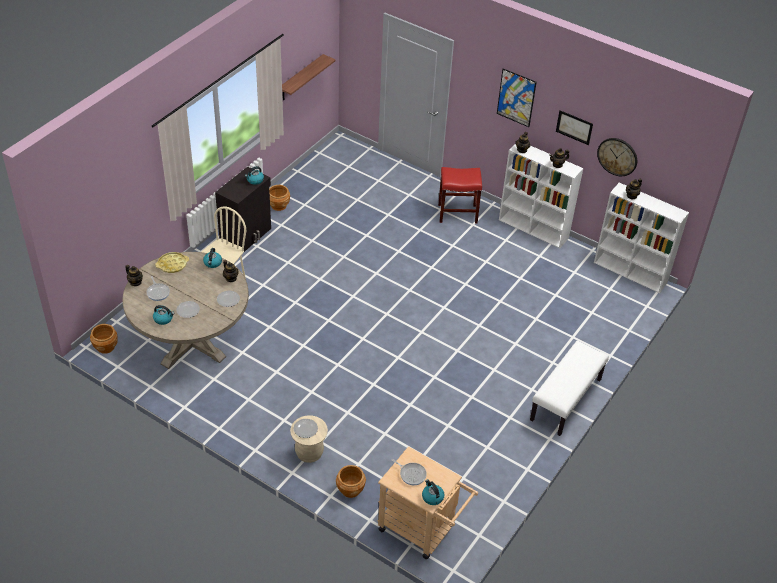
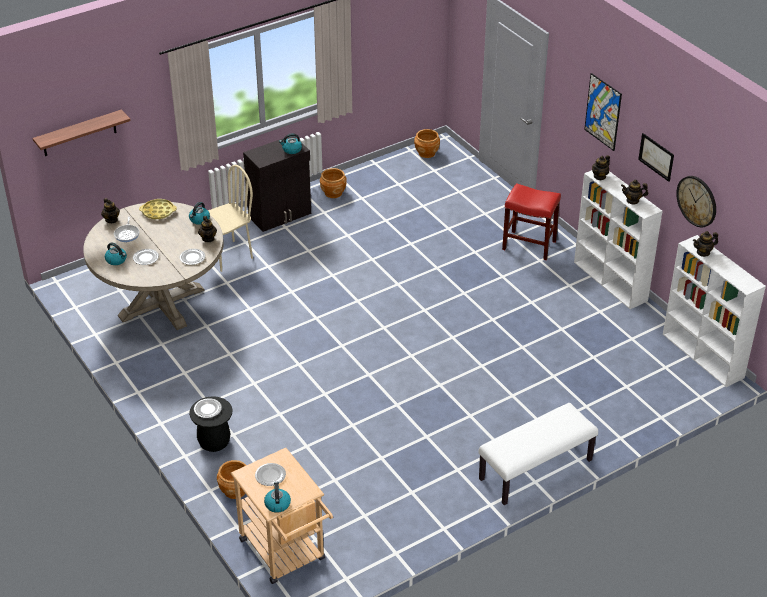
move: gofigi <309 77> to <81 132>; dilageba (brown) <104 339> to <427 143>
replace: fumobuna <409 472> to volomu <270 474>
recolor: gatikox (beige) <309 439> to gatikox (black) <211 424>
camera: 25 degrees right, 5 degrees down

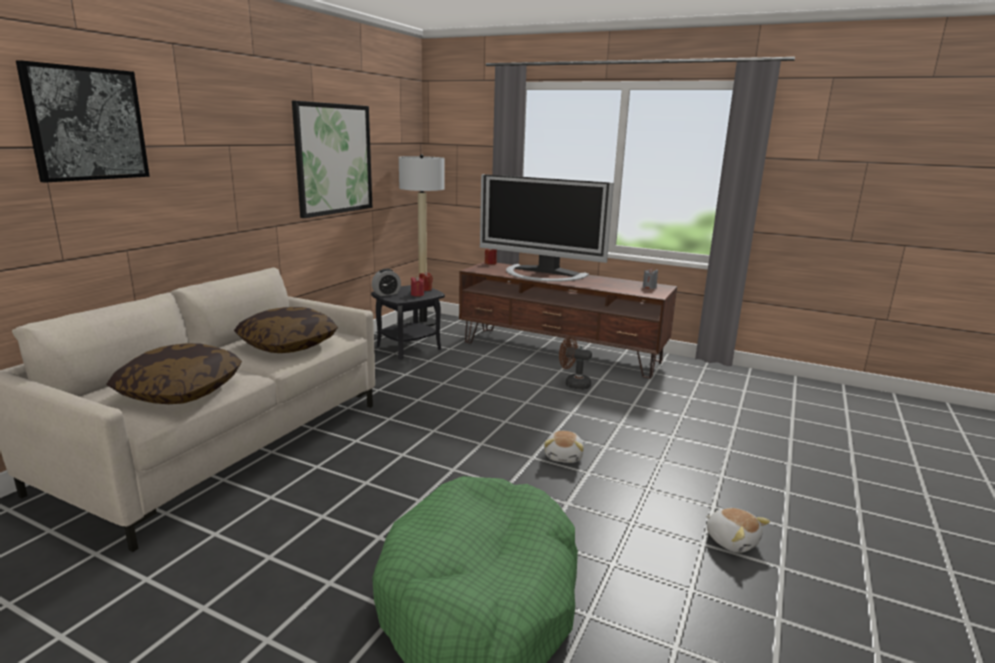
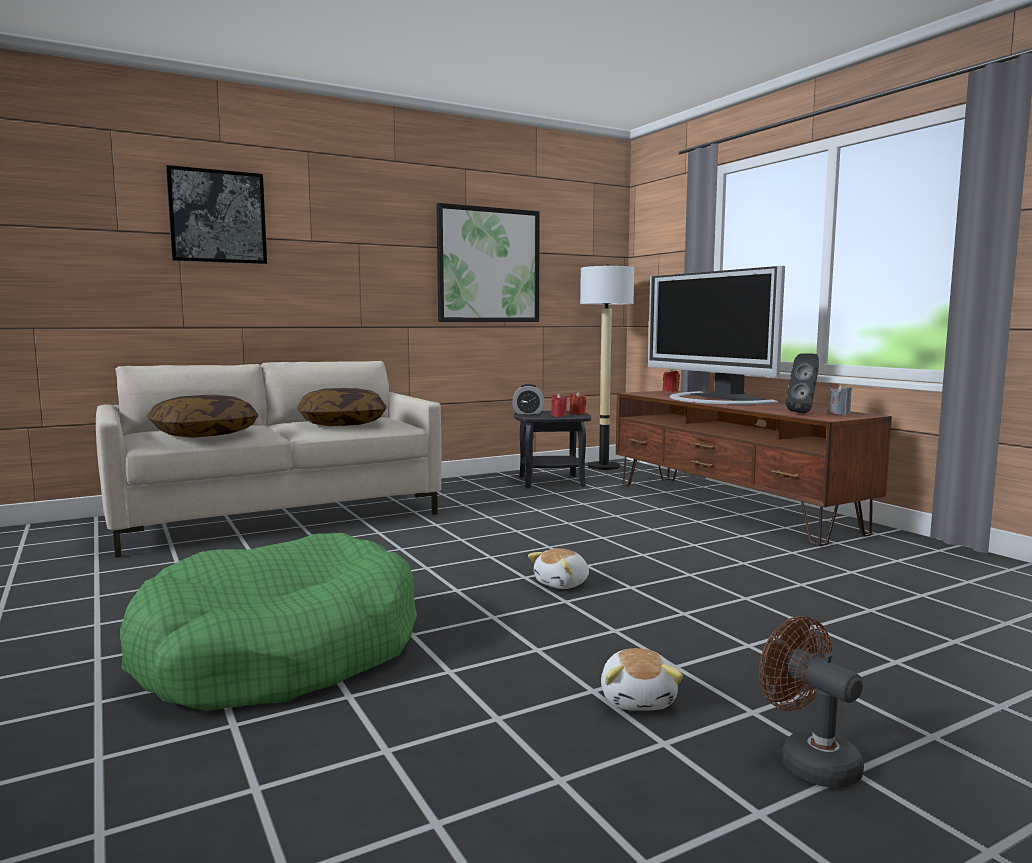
insert: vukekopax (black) <802 383>
move: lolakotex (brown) <575 363> to <811 702>
camera: 35 degrees right, 10 degrees down

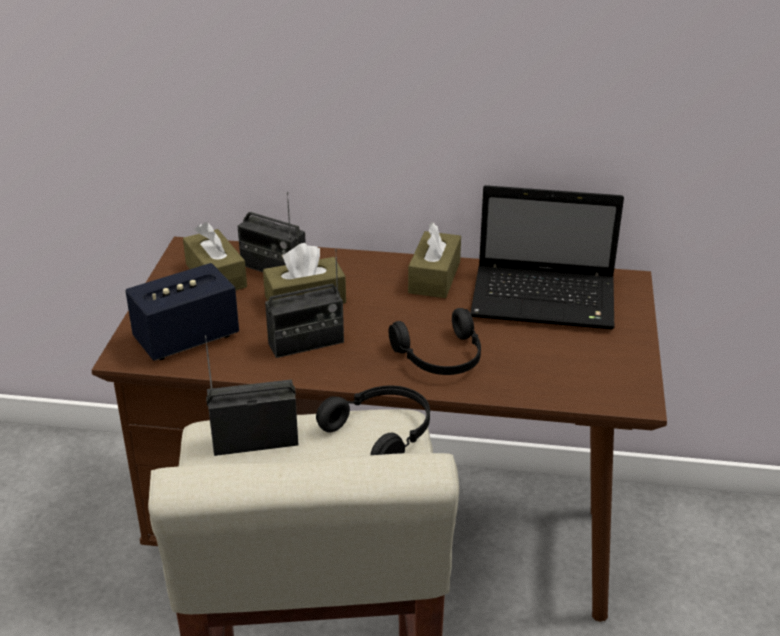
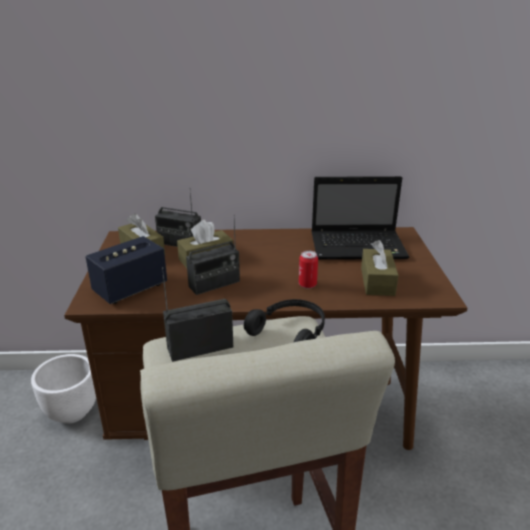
insert: dilageba (white) <63 389>
move: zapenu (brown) <434 260> to <380 268>
replace: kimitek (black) <435 341> to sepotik <308 269>
camera: 10 degrees left, 5 degrees down

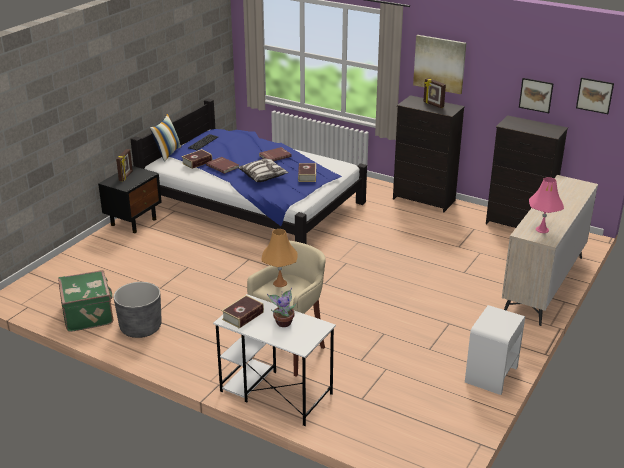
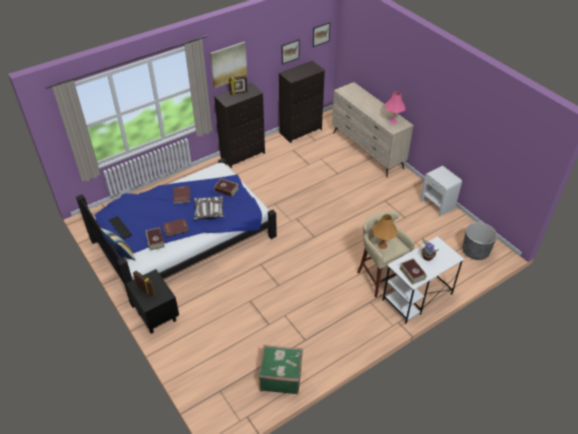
move: dilageba (grey) <138 310> to <479 241>
camera: 65 degrees left, 15 degrees up

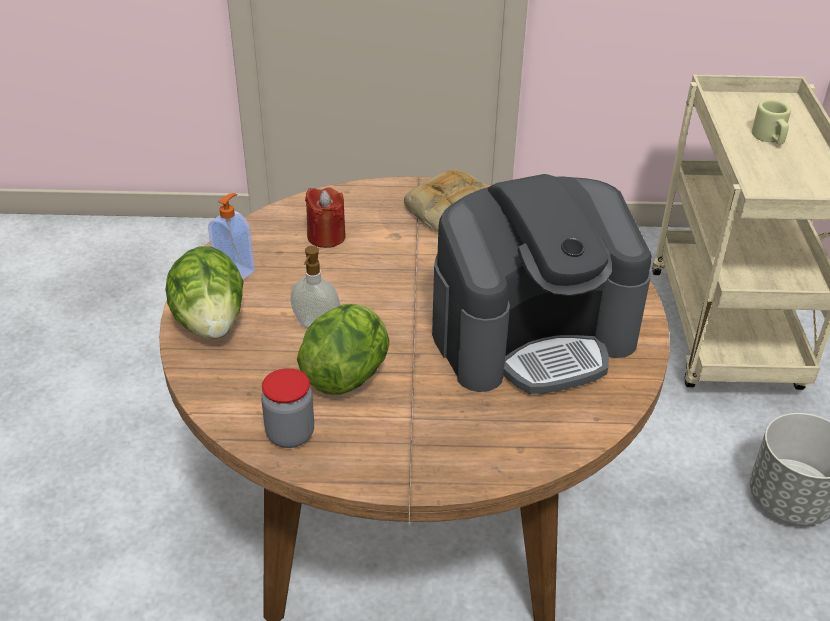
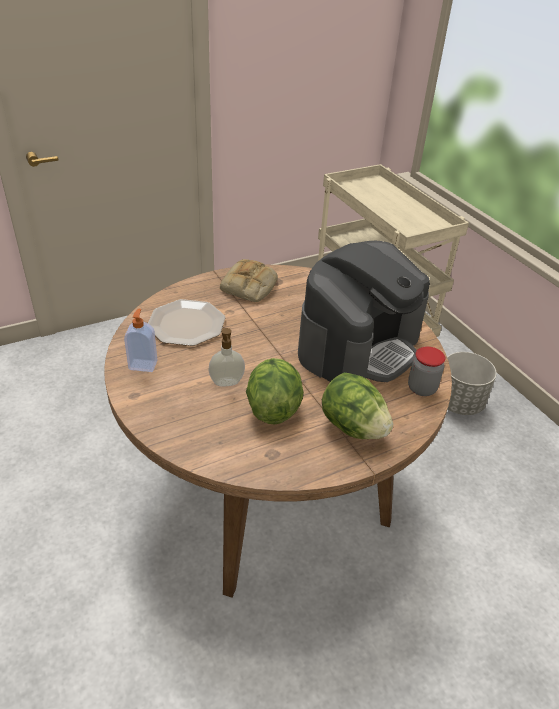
delete: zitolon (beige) <771 122>
move: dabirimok <204 292> to <357 405>; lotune <287 408> to <426 371>
replace: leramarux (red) <325 217> to volomu <187 322>
camera: 30 degrees left, 0 degrees up

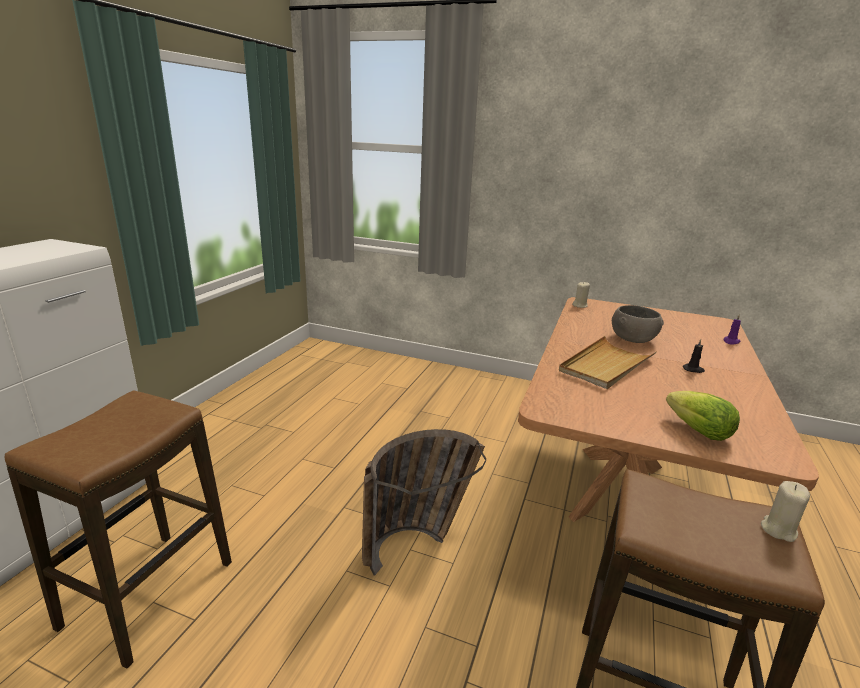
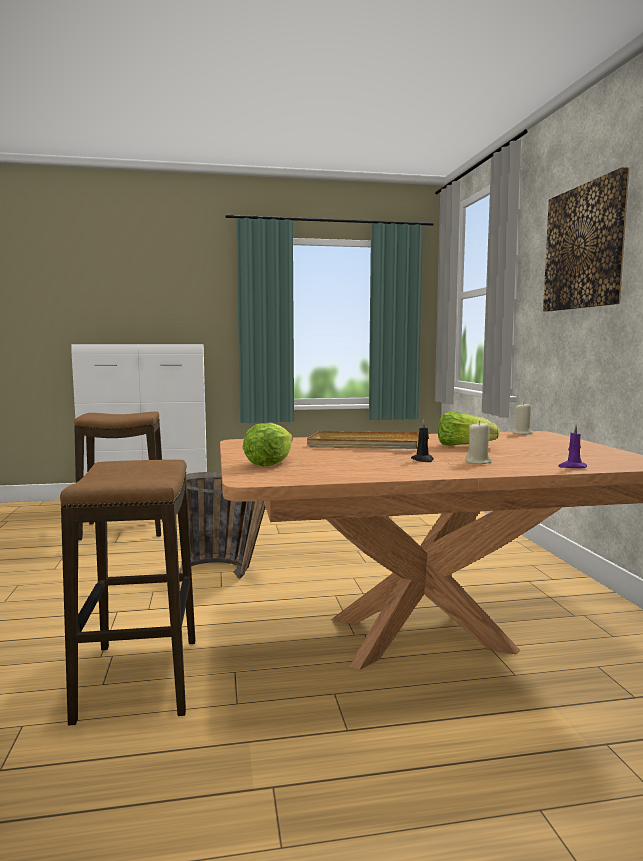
insert: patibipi <586 239>
move: leramarux (beige) <785 511> to <478 442>
replace: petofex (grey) <638 324> to dabirimok <468 428>
camera: 60 degrees right, 15 degrees down

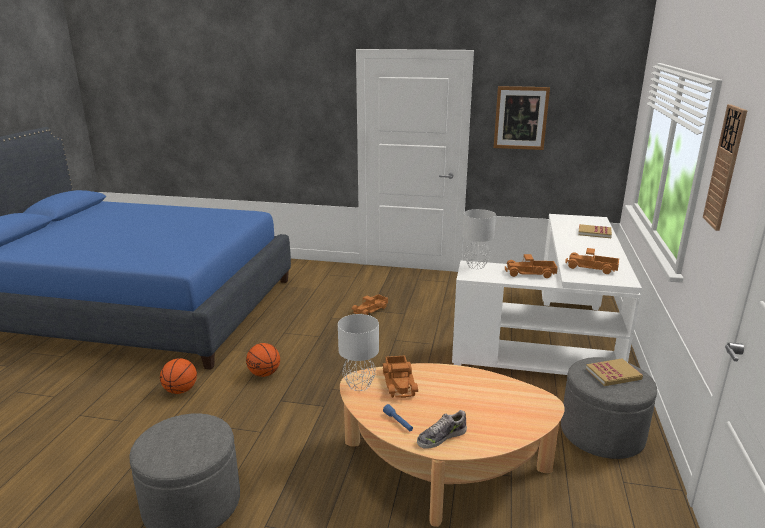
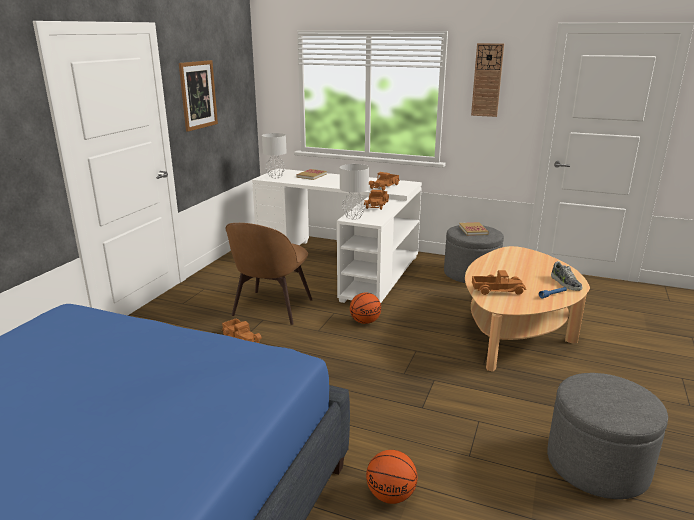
insert: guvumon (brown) <269 274>
move: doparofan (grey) <358 352> to <274 155>; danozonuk <263 360> to <365 308>
camera: 80 degrees left, 0 degrees up

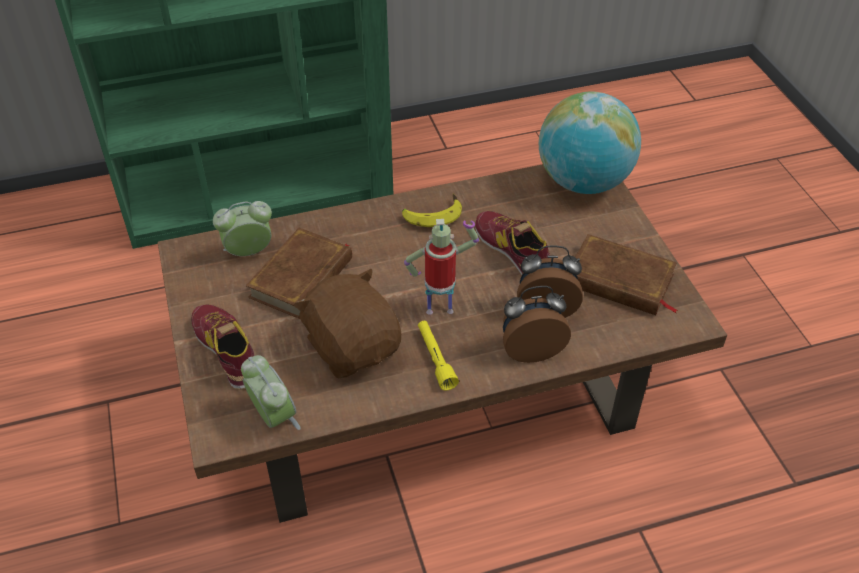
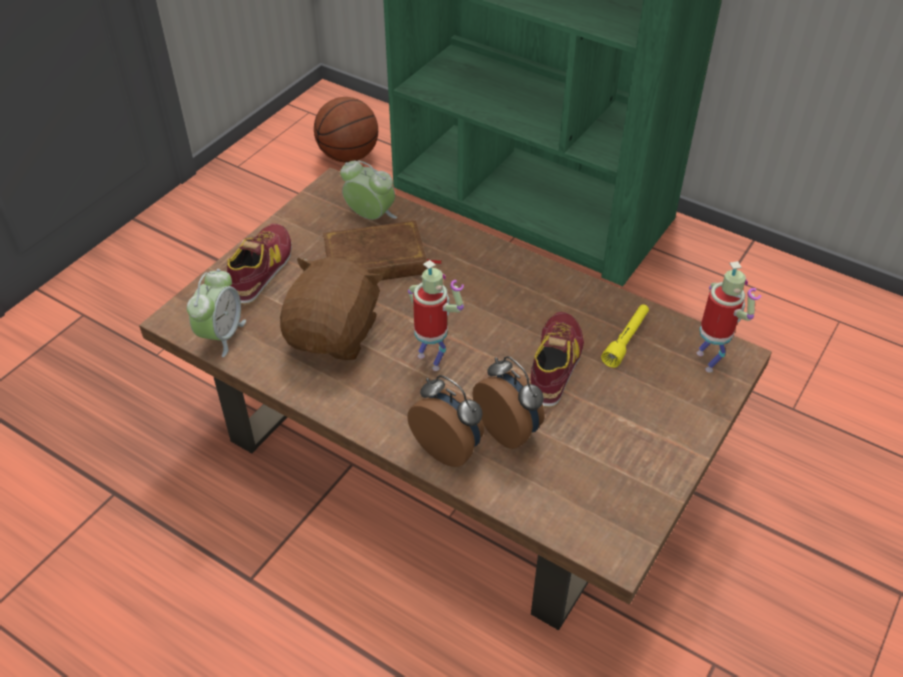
delete: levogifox <432 210>; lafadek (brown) <626 274>
insert: danozonuk <346 130>
move: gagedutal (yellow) <438 355> to <625 336>
replace: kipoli <590 143> to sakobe <729 316>
camera: 50 degrees right, 0 degrees up

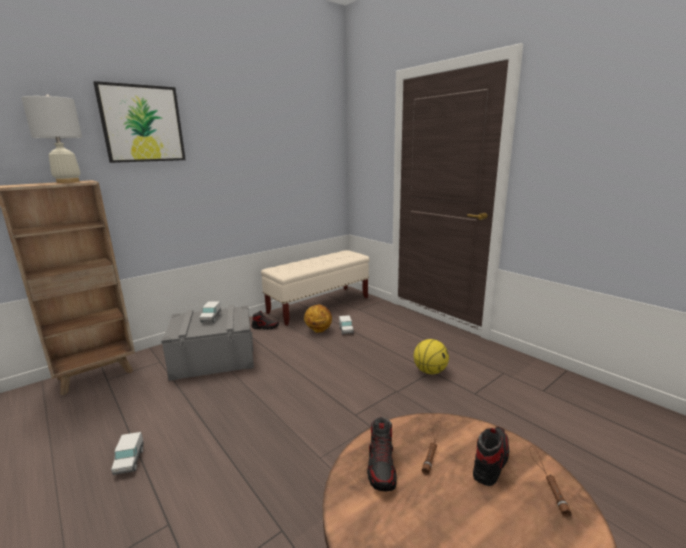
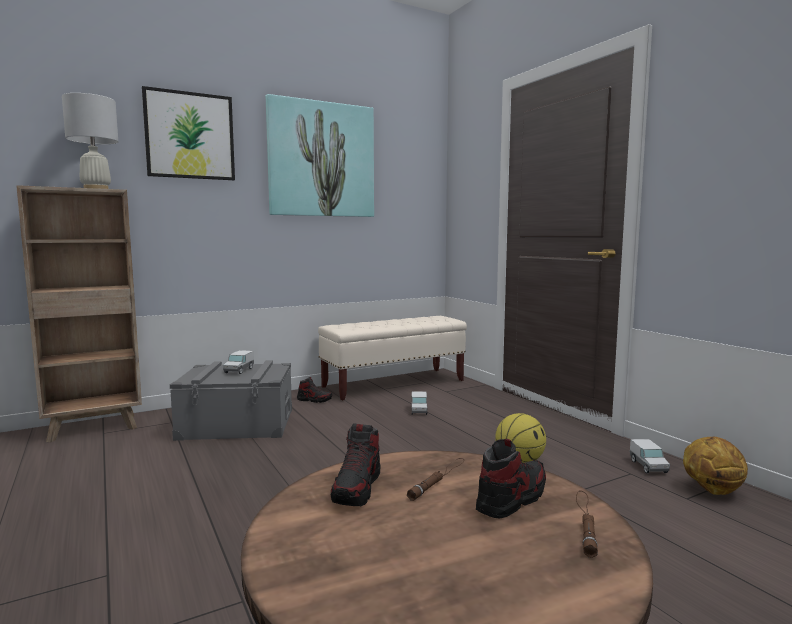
insert: patibipi <320 155>
move: danozonuk <318 319> to <715 466>; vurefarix <127 453> to <650 456>
camera: 10 degrees right, 10 degrees down

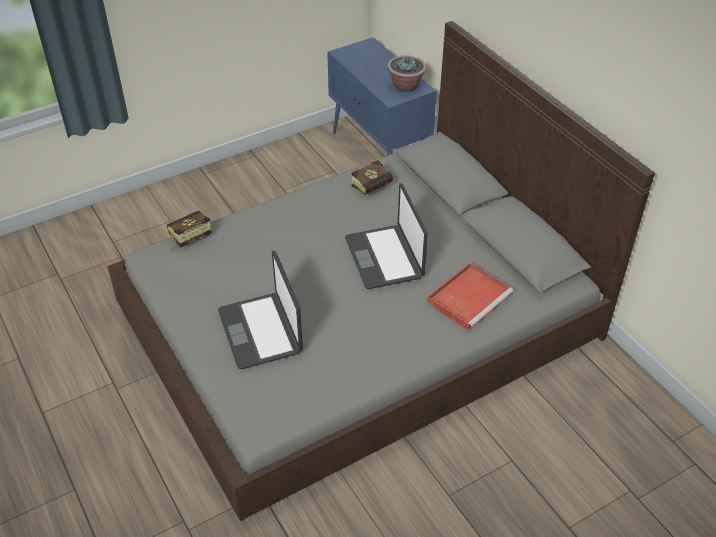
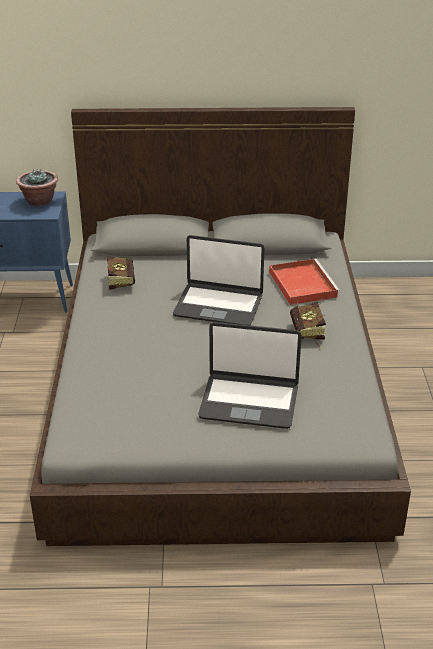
move: lafadek <189 231> to <308 326>
camera: 60 degrees left, 10 degrees down

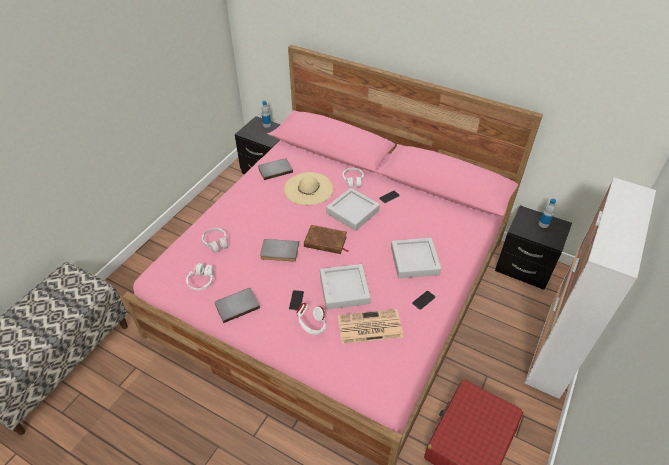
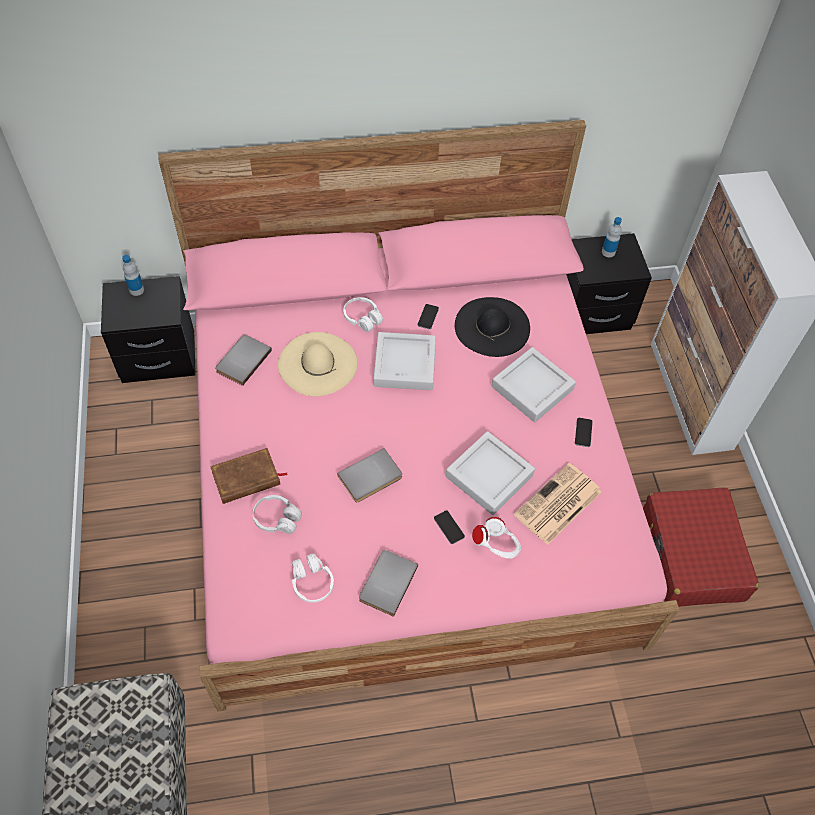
insert: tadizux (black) <492 327>
move: lafadek (brown) <326 239> to <249 476>
camera: 40 degrees left, 10 degrees up

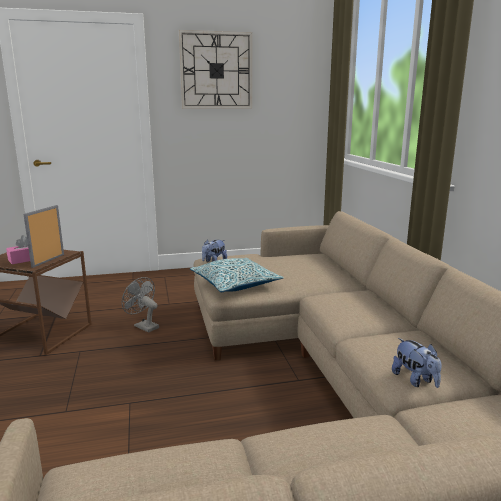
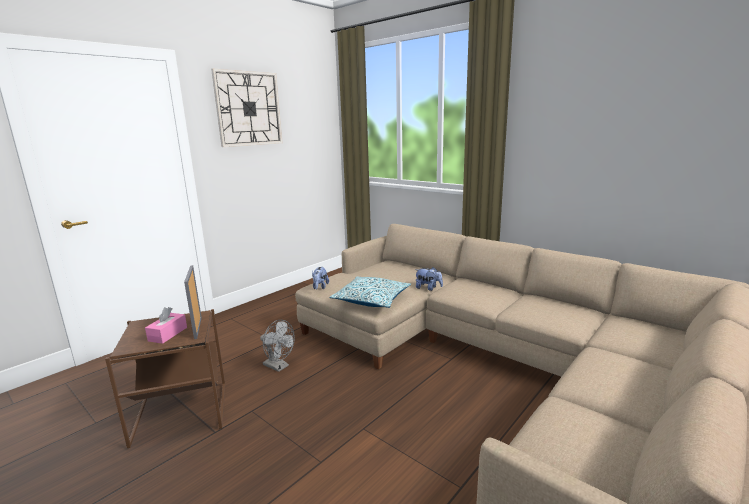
move: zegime <417 363> to <429 279>
rotate: lolakotex (grey) <140 305> = <277 346> 150 degrees counterclockwise
camera: 35 degrees left, 0 degrees up

